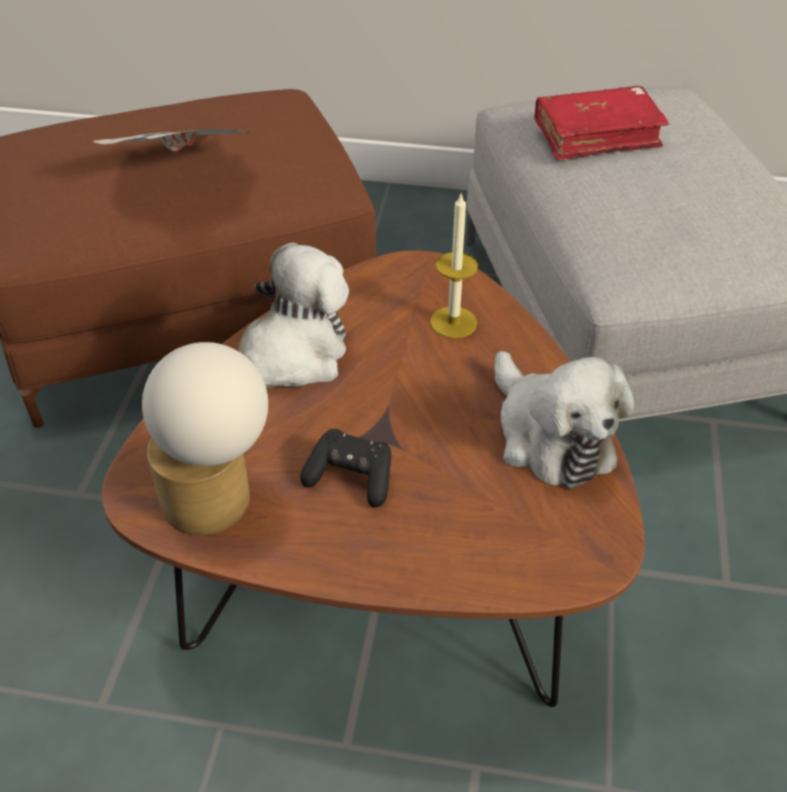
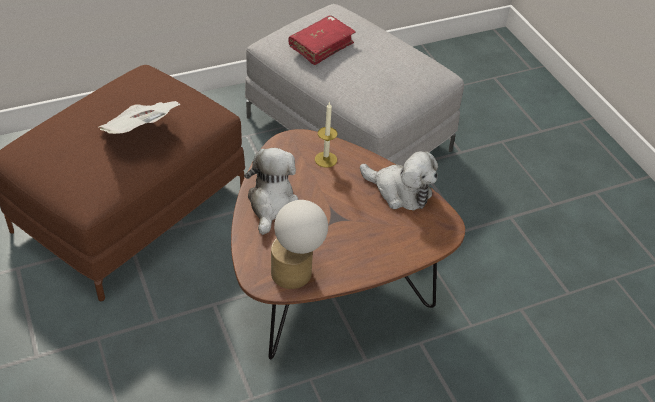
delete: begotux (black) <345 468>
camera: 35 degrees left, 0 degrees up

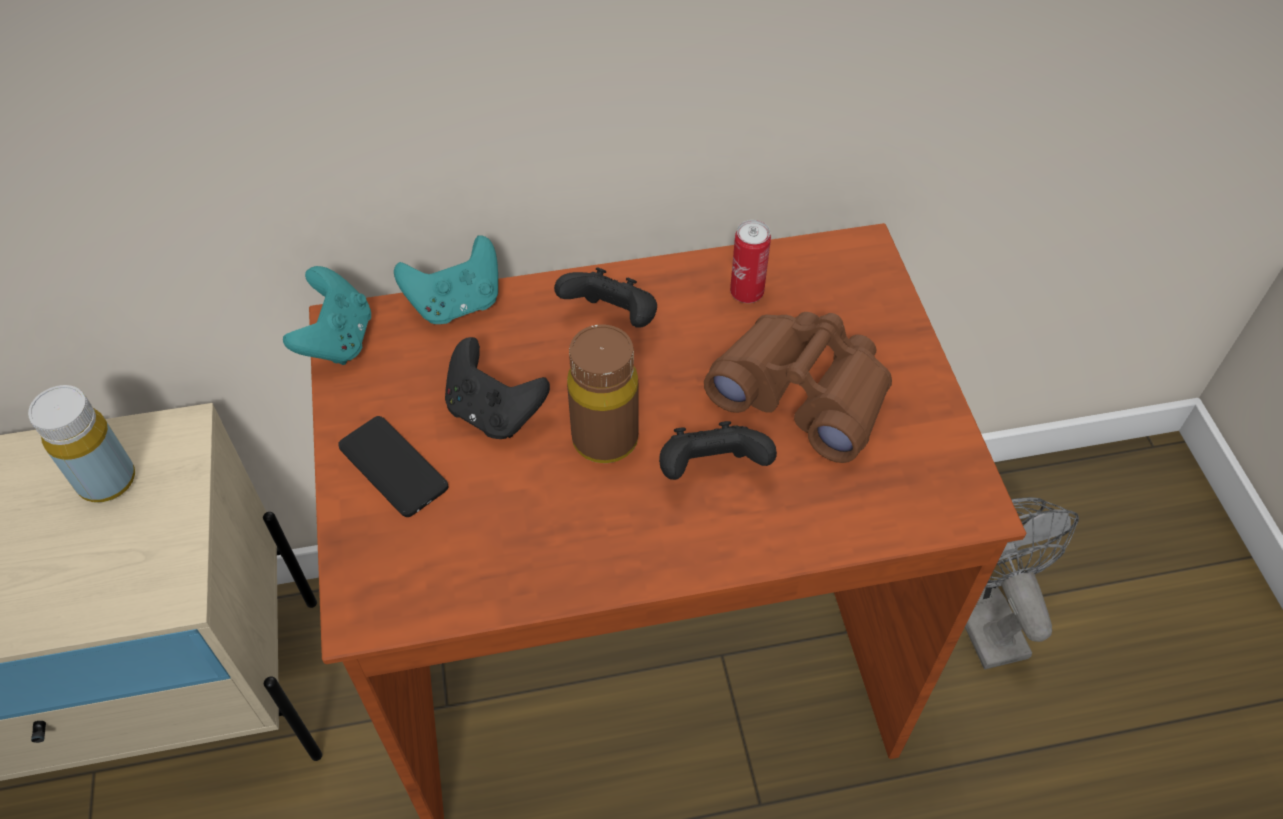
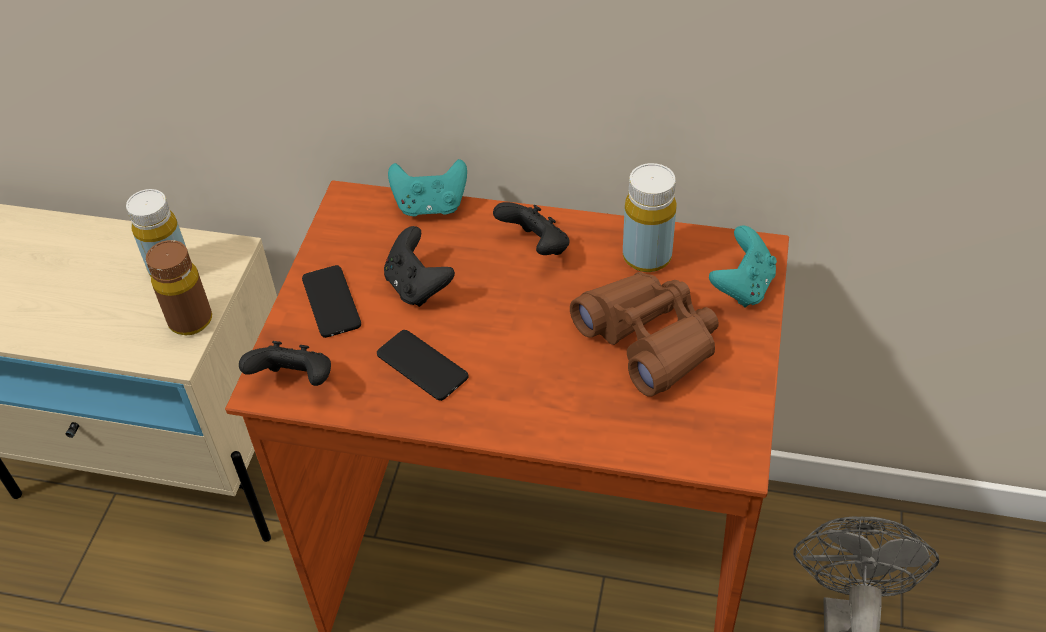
insert: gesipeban <423 365>
move: begotux (turquoise) <327 315> to <743 266>; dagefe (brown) <603 393> to <179 287>; begotux (black) <718 450> to <285 363>
replace: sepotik <750 261> to dagefe (yellow) <650 217>
camera: 25 degrees right, 5 degrees down

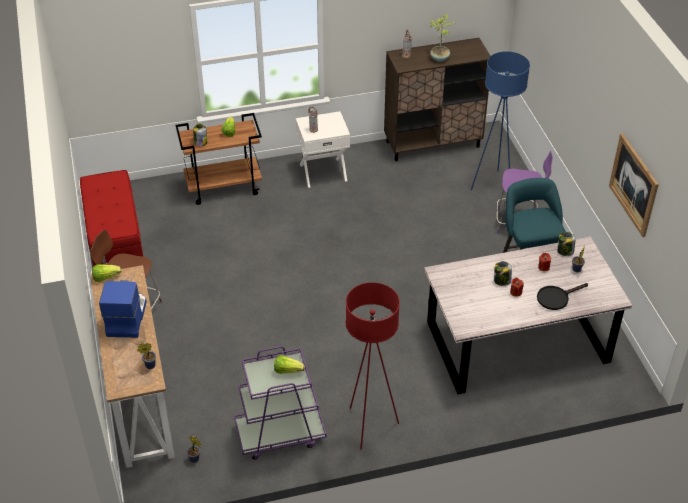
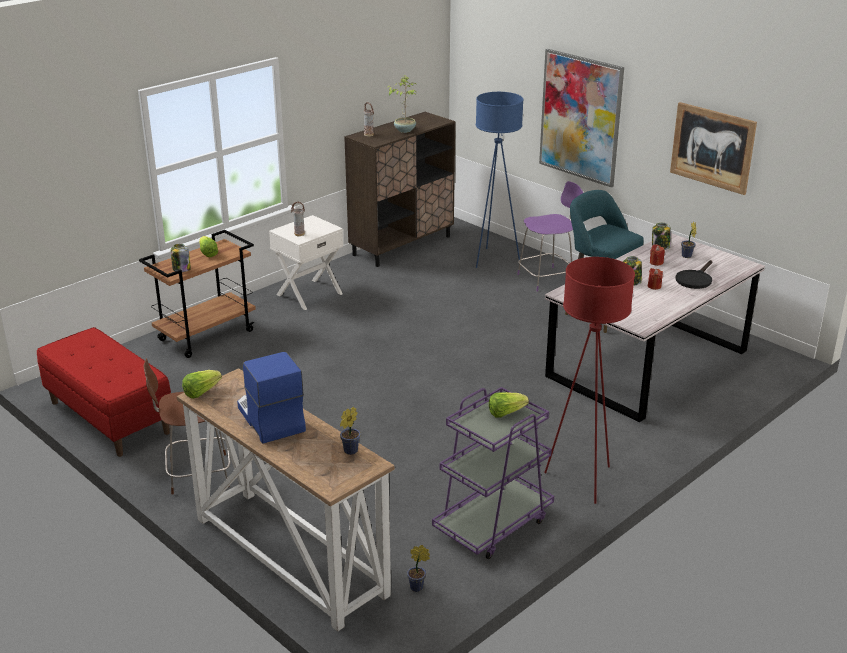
insert: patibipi <581 118>
camera: 30 degrees left, 15 degrees down

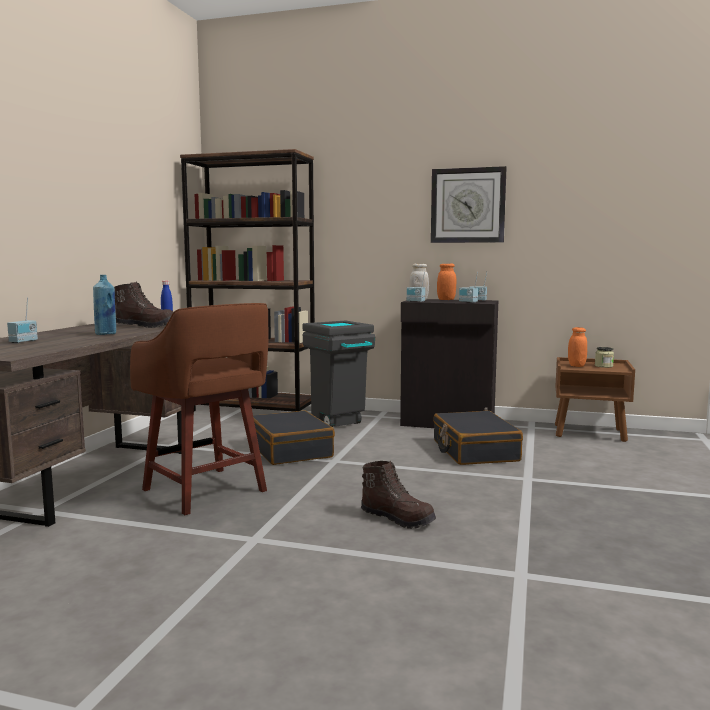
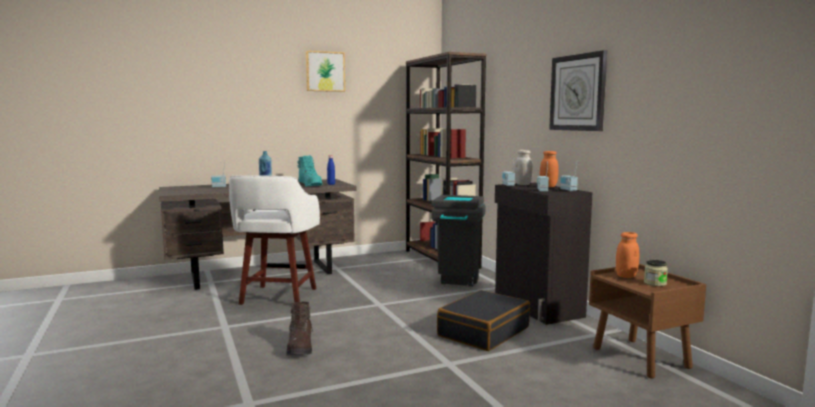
delete: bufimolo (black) <294 437>
insert: patibipi <325 71>
recolor: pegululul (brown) <143 305> to pegululul (turquoise) <310 170>; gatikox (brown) <199 409> to gatikox (white) <274 240>
camera: 50 degrees right, 0 degrees up

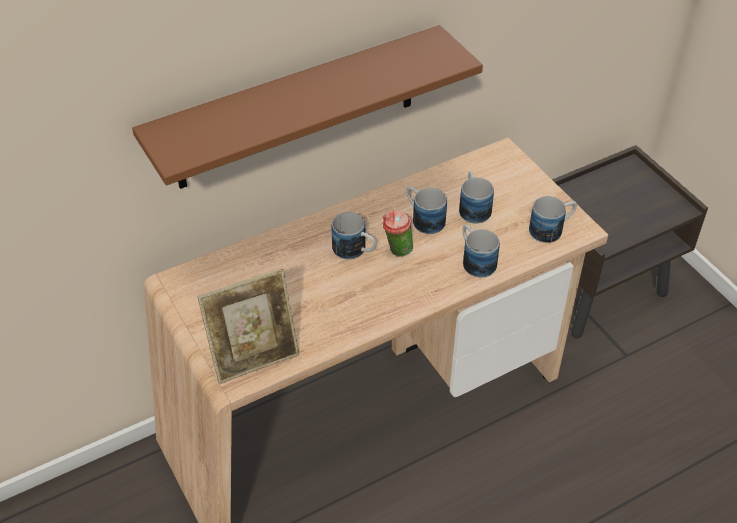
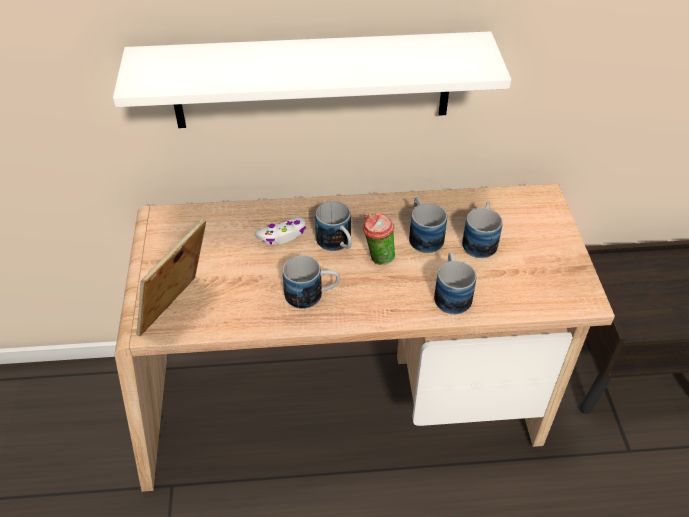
insert: begotux (white) <280 231>
move: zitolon <553 219> to <311 282>
recolor: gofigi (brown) <307 107> to gofigi (white) <312 79>
rotate: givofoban <248 326> = <171 277> 120 degrees clockwise
camera: 25 degrees right, 0 degrees up

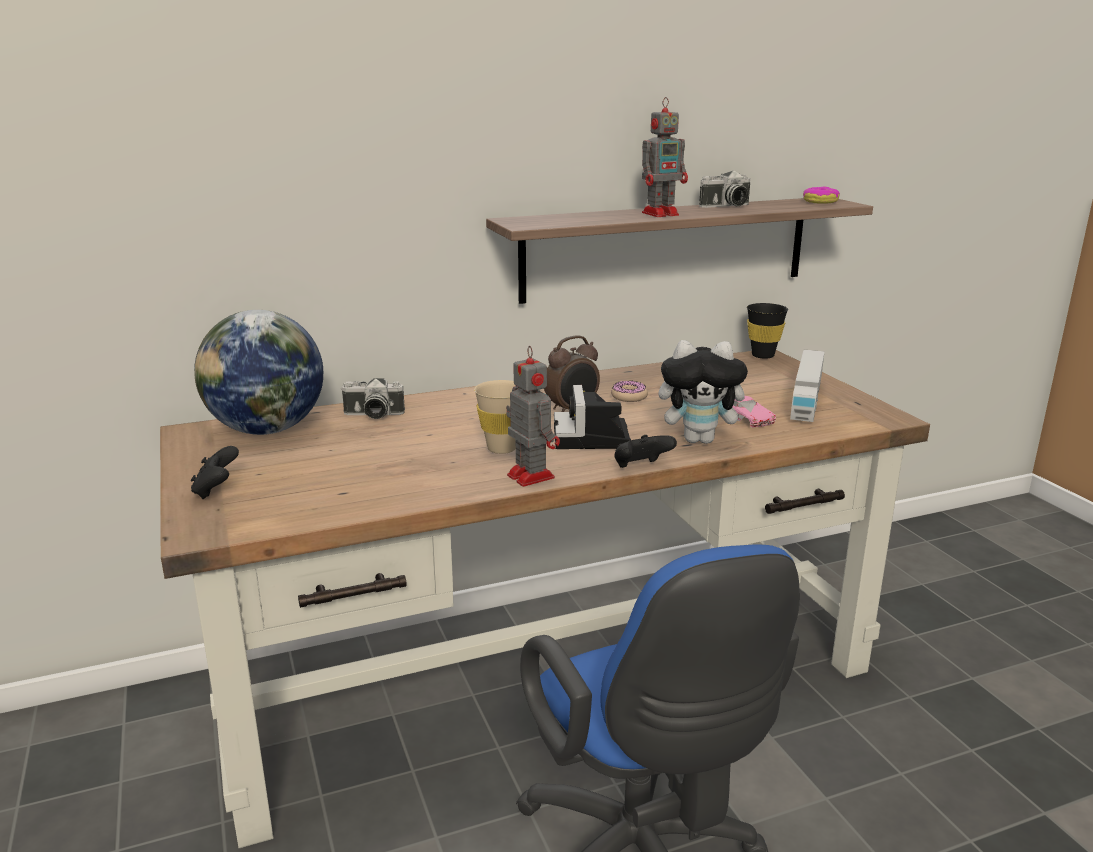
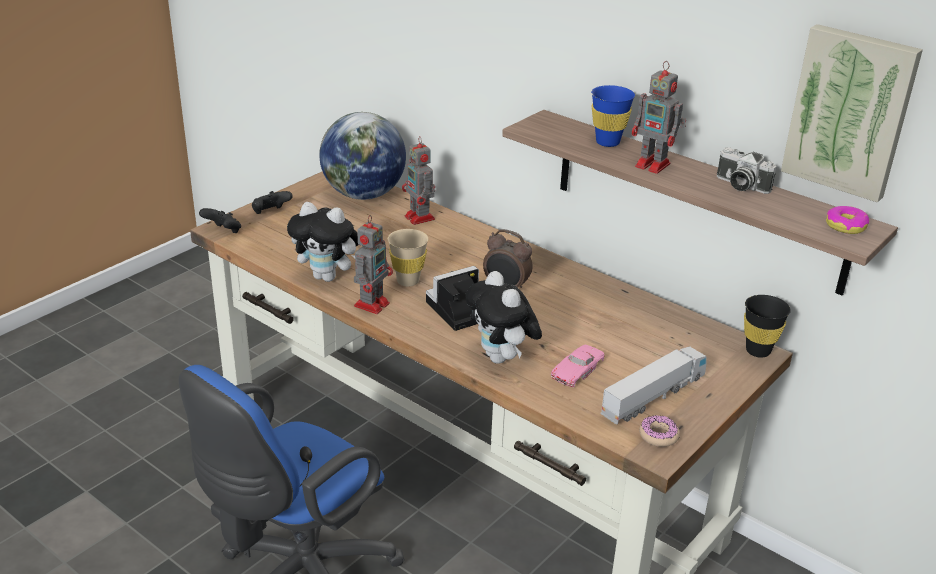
insert: patibipi <852 113>; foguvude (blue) <613 116>; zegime <323 242>
move: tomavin <629 391> to <659 431>; begotux (black) <646 451> to <220 220>
replace: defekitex <373 398> to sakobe <418 181>
rotate: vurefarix <807 386> = <653 385> 150 degrees clockwise
camera: 60 degrees right, 10 degrees up

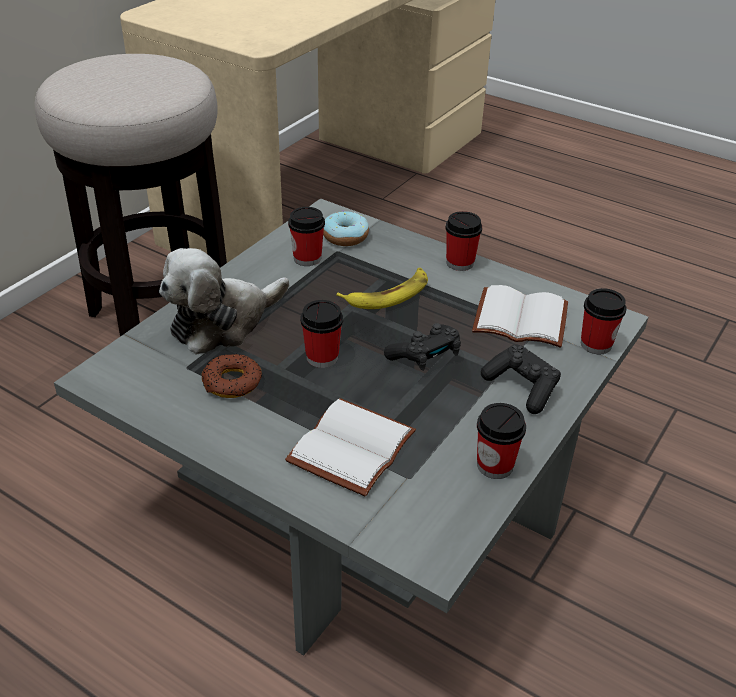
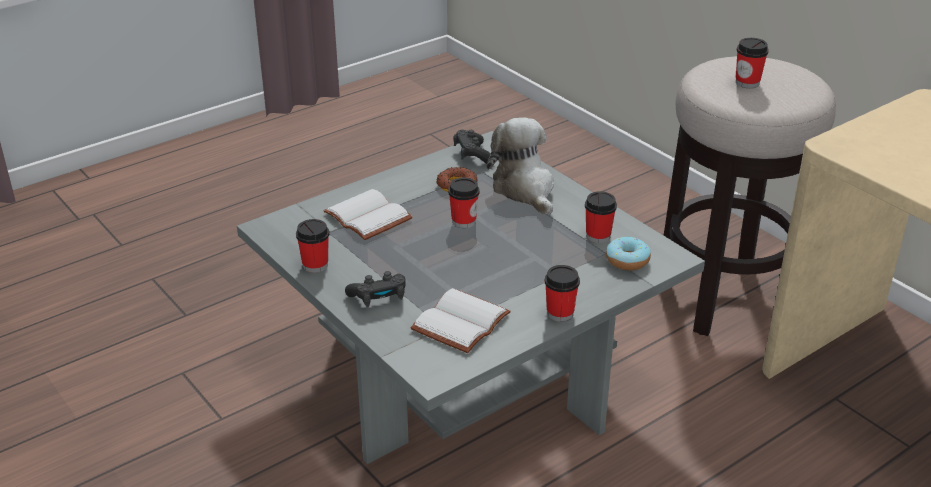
delete: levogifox <382 288>
move: foguvude <603 321> to <752 63>; begotux (black) <422 347> to <472 146>
camera: 110 degrees right, 5 degrees down

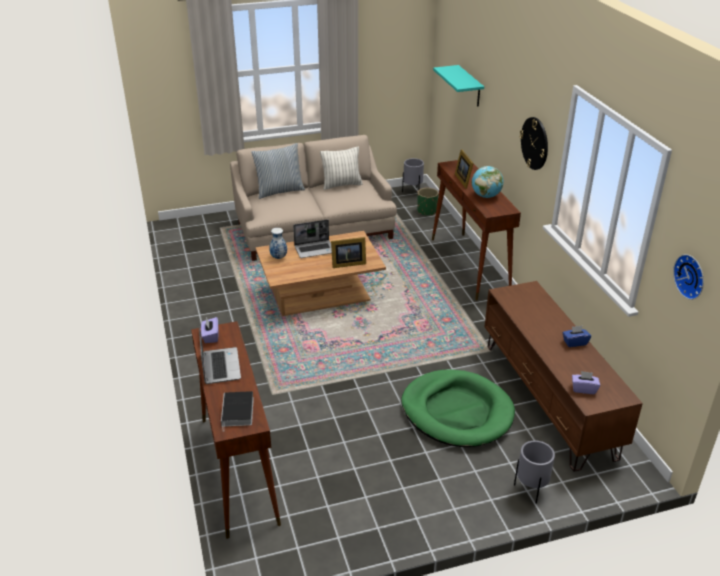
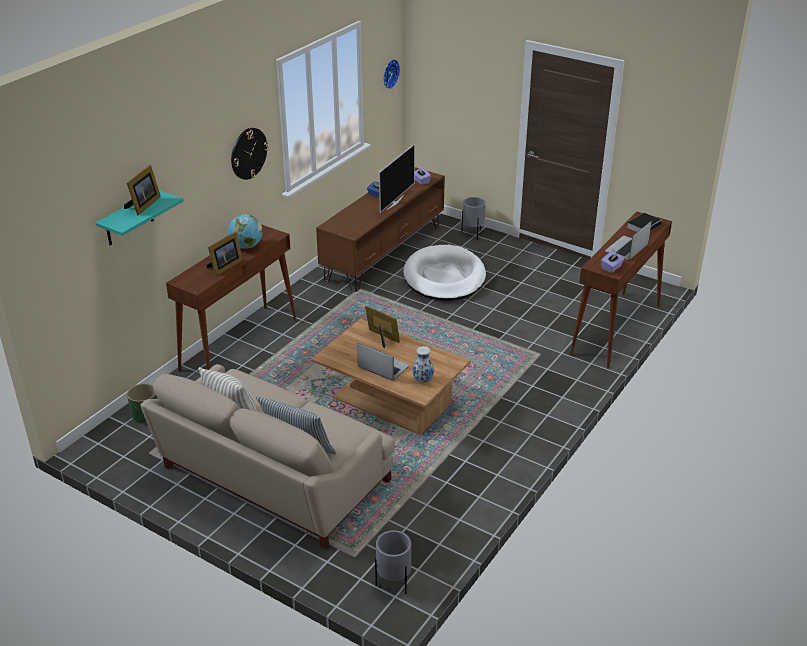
insert: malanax <397 178>; givofoban <142 190>
move: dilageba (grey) <413 175> to <393 562>
recolor: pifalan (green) <458 408> to pifalan (white) <444 273>
camera: 130 degrees left, 0 degrees up

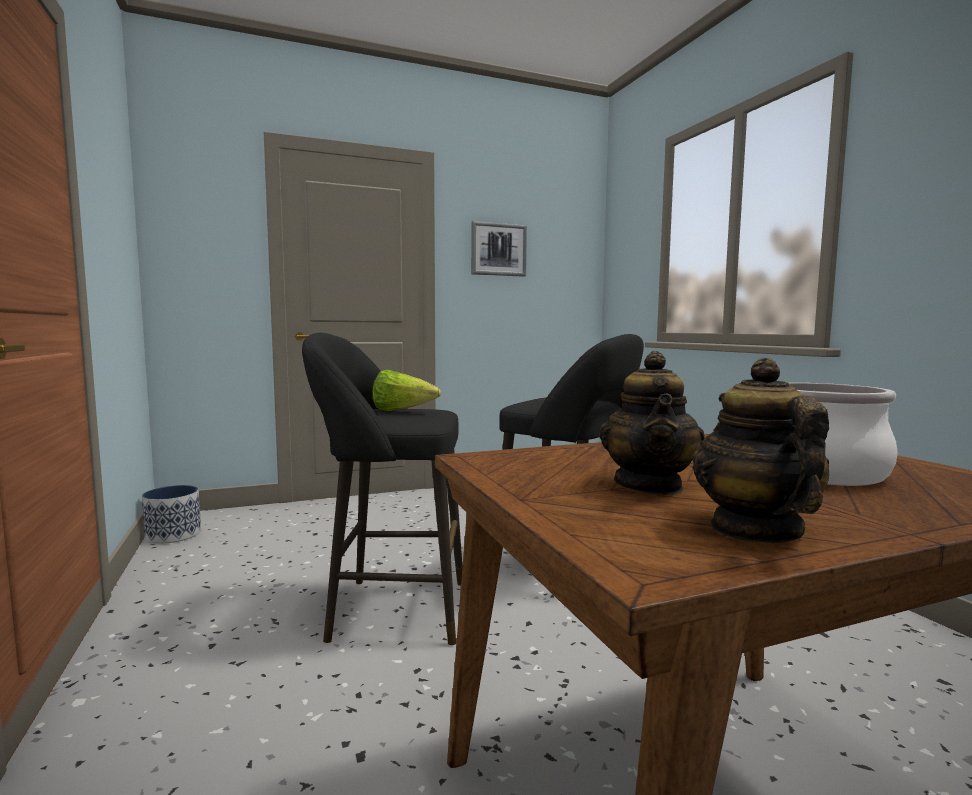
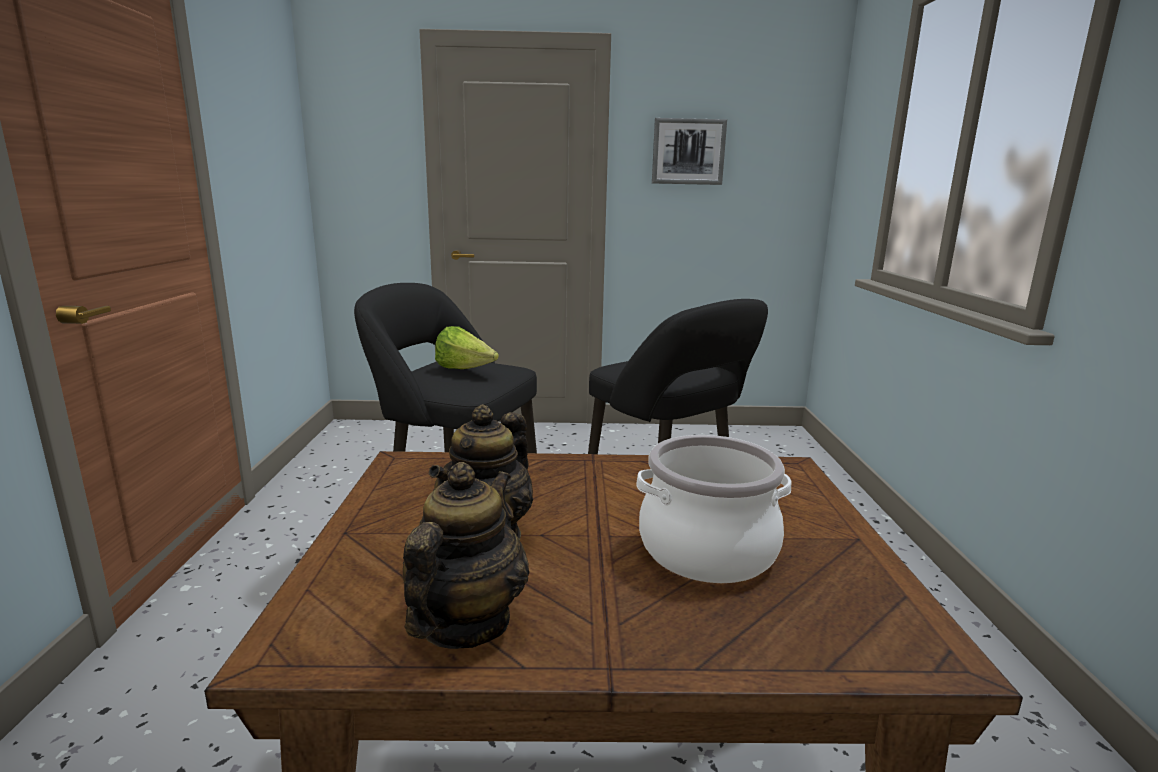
delete: dilageba <171 514>
camera: 20 degrees right, 10 degrees up

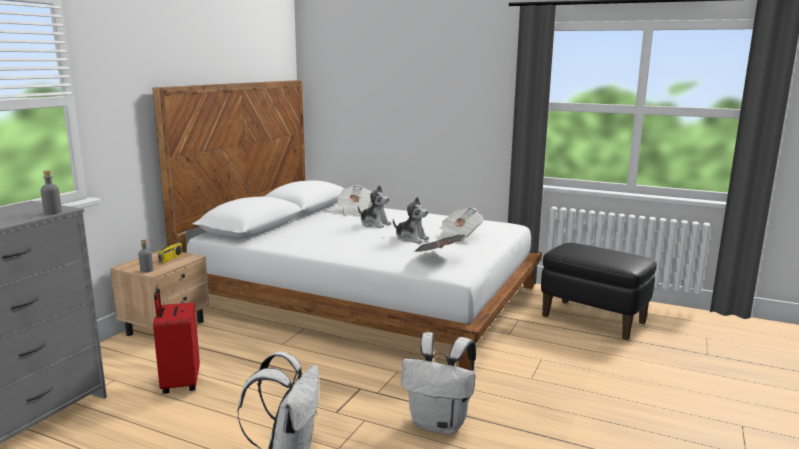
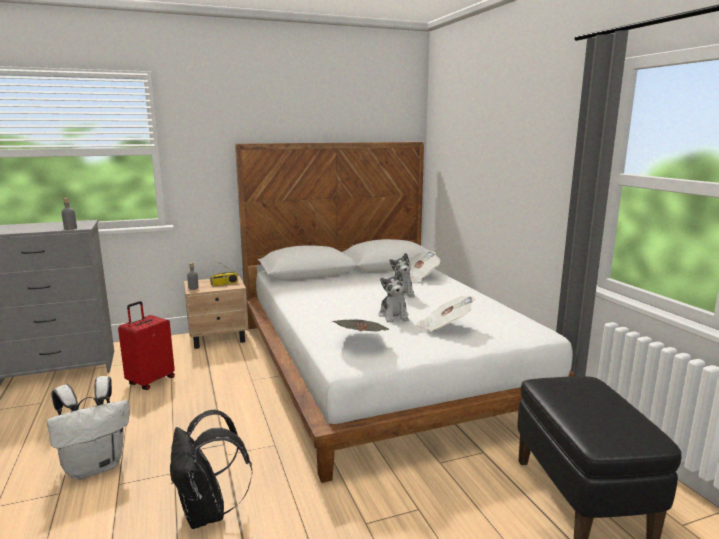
recolor: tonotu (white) <438 383> to tonotu (black) <211 469>
camera: 45 degrees right, 0 degrees up

